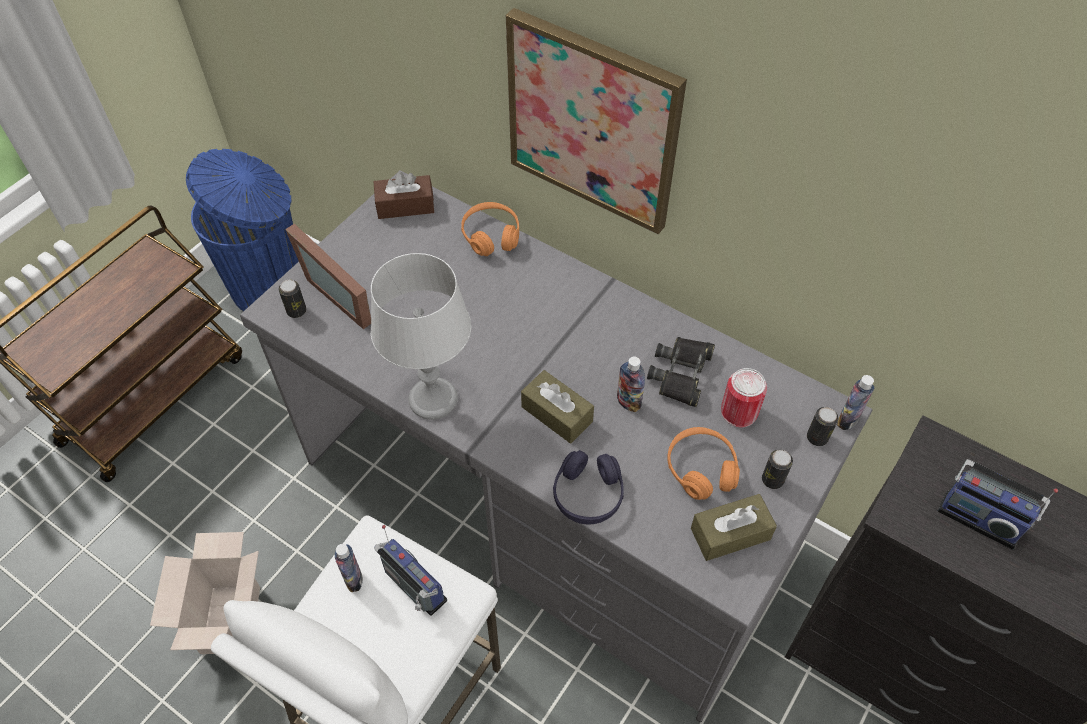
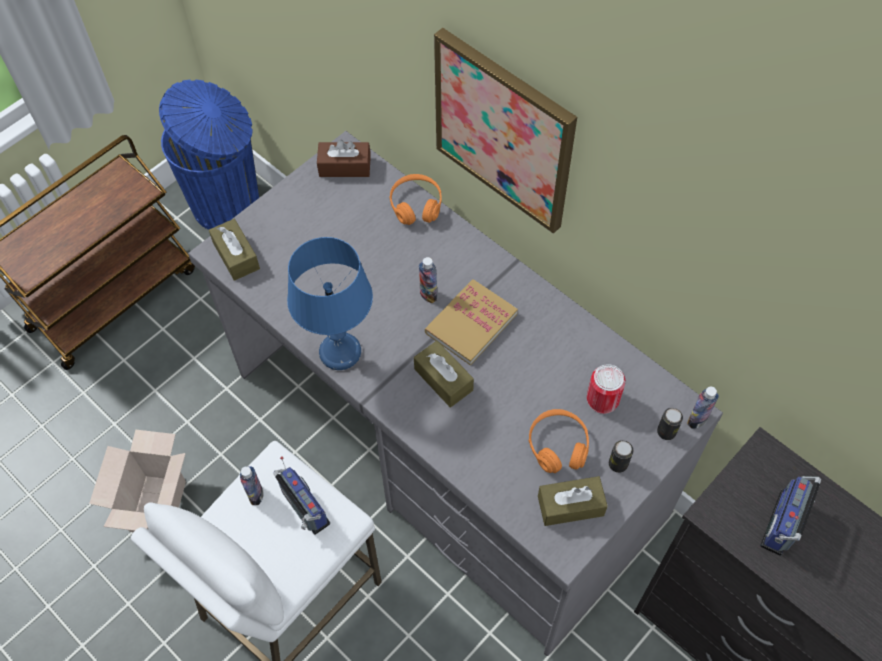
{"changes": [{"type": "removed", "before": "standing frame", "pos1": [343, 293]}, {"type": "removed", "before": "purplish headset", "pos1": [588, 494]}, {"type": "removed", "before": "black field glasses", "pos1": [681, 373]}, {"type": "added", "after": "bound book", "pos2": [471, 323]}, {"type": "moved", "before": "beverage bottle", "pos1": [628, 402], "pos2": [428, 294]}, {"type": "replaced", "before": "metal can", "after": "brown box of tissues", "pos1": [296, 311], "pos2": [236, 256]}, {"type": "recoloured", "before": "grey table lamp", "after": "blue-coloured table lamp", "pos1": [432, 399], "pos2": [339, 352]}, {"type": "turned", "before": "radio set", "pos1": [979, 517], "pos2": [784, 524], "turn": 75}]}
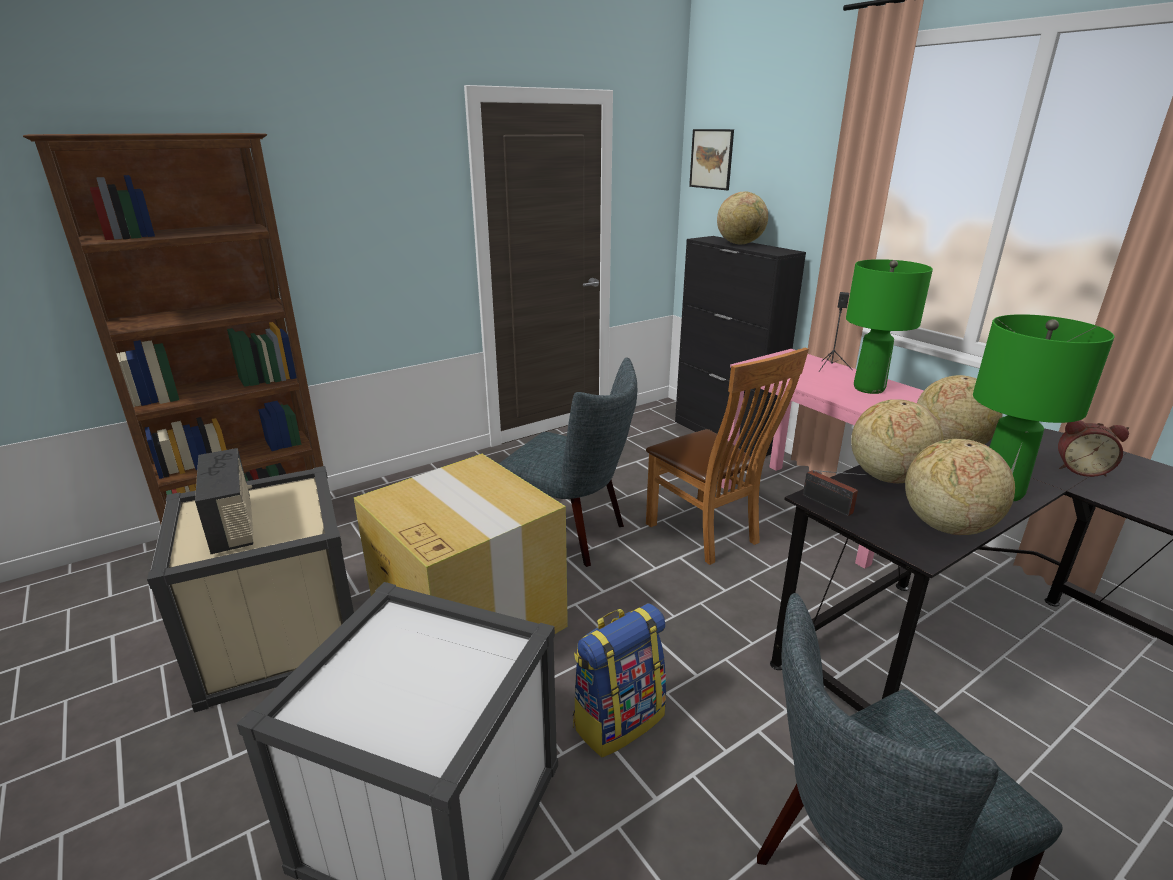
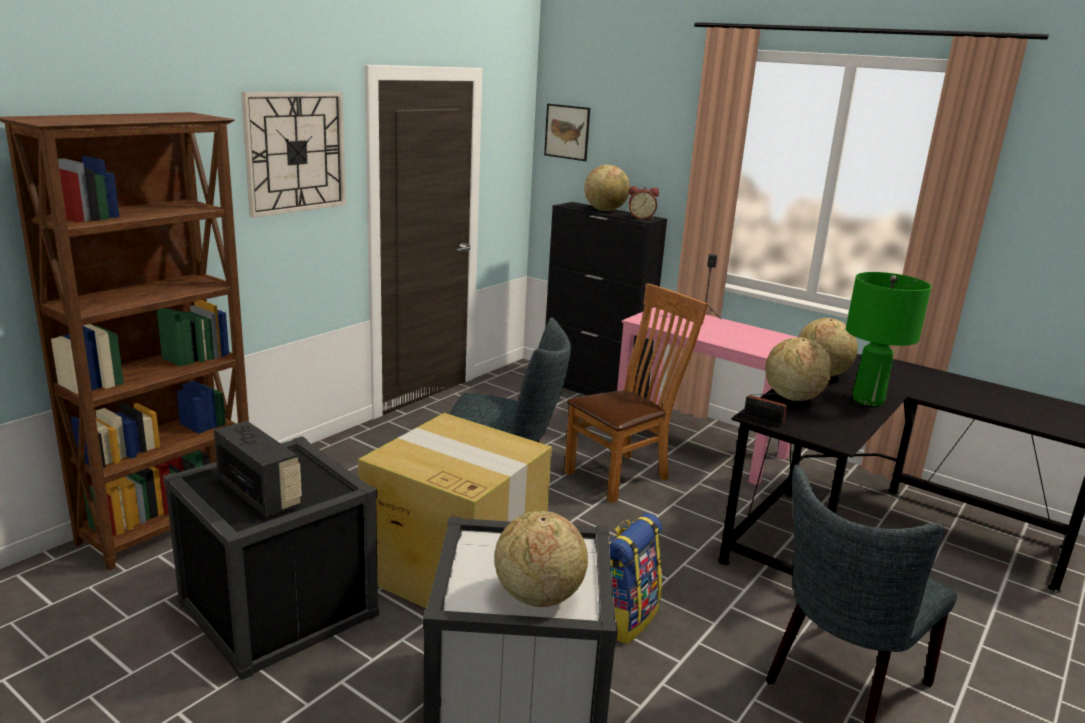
{"changes": [{"type": "removed", "before": "green table lamp", "pos1": [868, 388]}, {"type": "added", "after": "clock on the wall", "pos2": [295, 152]}, {"type": "moved", "before": "globe", "pos1": [946, 526], "pos2": [538, 596]}, {"type": "moved", "before": "bedside clock", "pos1": [1080, 470], "pos2": [641, 217]}, {"type": "recoloured", "before": "beige-coloured storage bin", "after": "black storage bin", "pos1": [279, 636], "pos2": [277, 608]}, {"type": "turned", "before": "brown chair", "pos1": [707, 535], "pos2": [623, 475], "turn": -75}]}
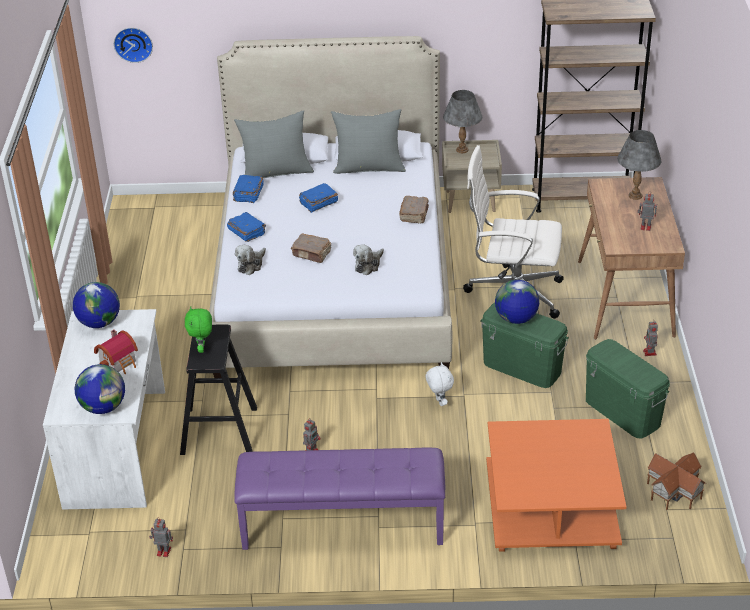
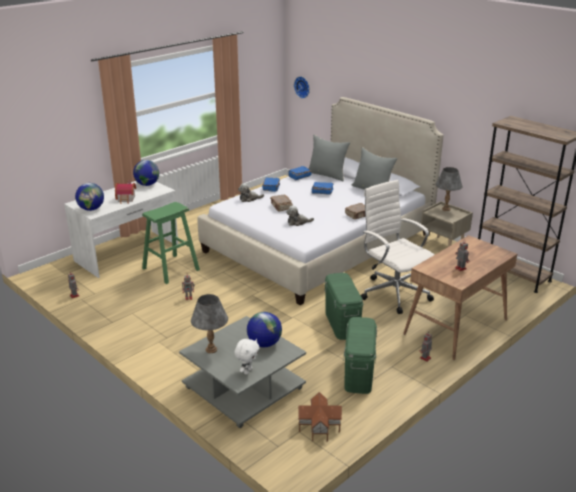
{"changes": [{"type": "removed", "before": "green soft toy", "pos1": [202, 348]}, {"type": "removed", "before": "purplish long seat", "pos1": [342, 526]}, {"type": "moved", "before": "white soft toy", "pos1": [439, 402], "pos2": [247, 371]}, {"type": "moved", "before": "globe", "pos1": [516, 319], "pos2": [264, 344]}, {"type": "moved", "before": "grey table lamp", "pos1": [635, 196], "pos2": [211, 349]}, {"type": "recoloured", "before": "black stool", "after": "green stool", "pos1": [219, 431], "pos2": [170, 269]}, {"type": "recoloured", "before": "orange-coloured coffee table", "after": "grey coffee table", "pos1": [549, 509], "pos2": [242, 388]}]}
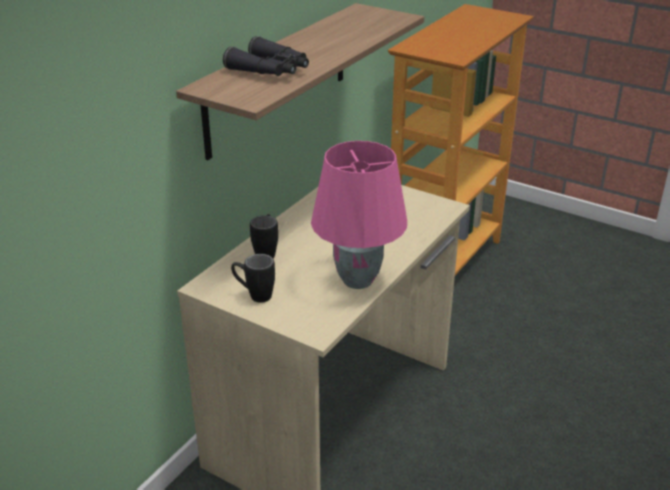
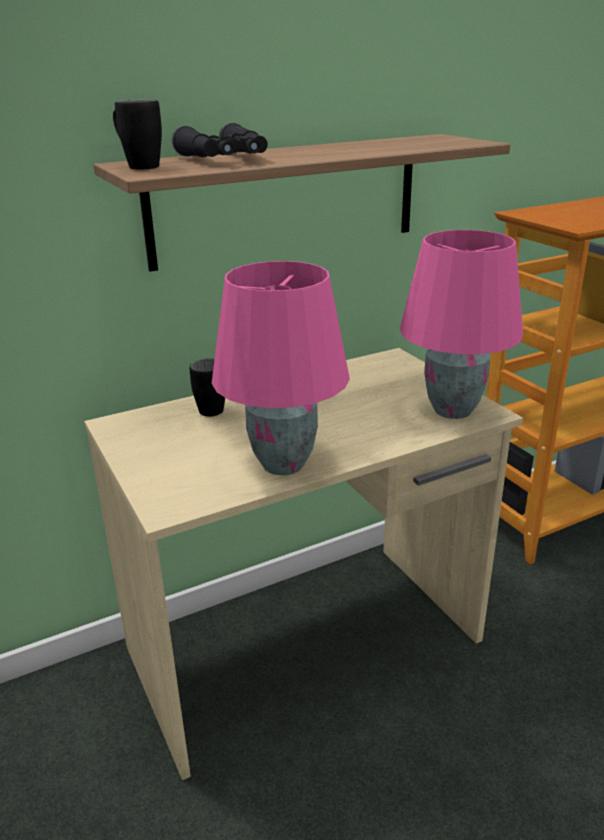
{"changes": [{"type": "added", "after": "pinkish table lamp", "pos2": [453, 411]}, {"type": "moved", "before": "black tea mug", "pos1": [254, 295], "pos2": [138, 166]}]}
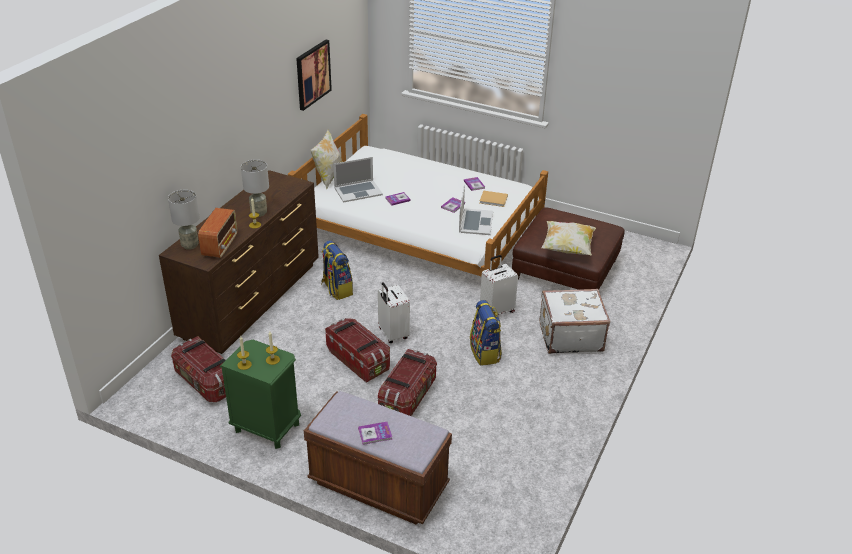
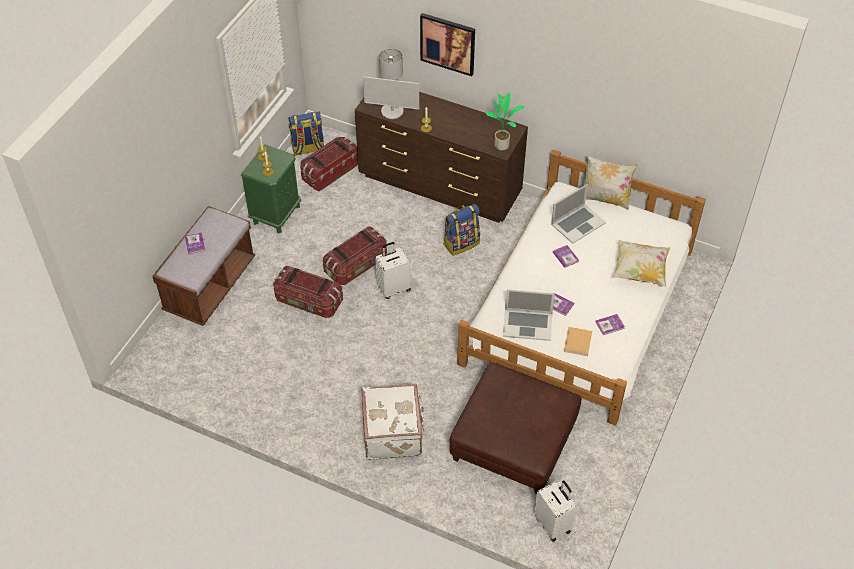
{"changes": [{"type": "removed", "before": "grey table lamp", "pos1": [259, 213]}, {"type": "added", "after": "potted plant", "pos2": [502, 145]}, {"type": "moved", "before": "wall picture", "pos1": [312, 74], "pos2": [448, 43]}, {"type": "moved", "before": "backpack", "pos1": [485, 353], "pos2": [308, 149]}, {"type": "moved", "before": "white piece of luggage", "pos1": [496, 310], "pos2": [553, 524]}, {"type": "moved", "before": "pillow", "pos1": [567, 248], "pos2": [639, 271]}, {"type": "replaced", "before": "radio set", "after": "computer screen", "pos1": [220, 245], "pos2": [392, 111]}, {"type": "turned", "before": "portable computer", "pos1": [358, 191], "pos2": [578, 223], "turn": -105}]}
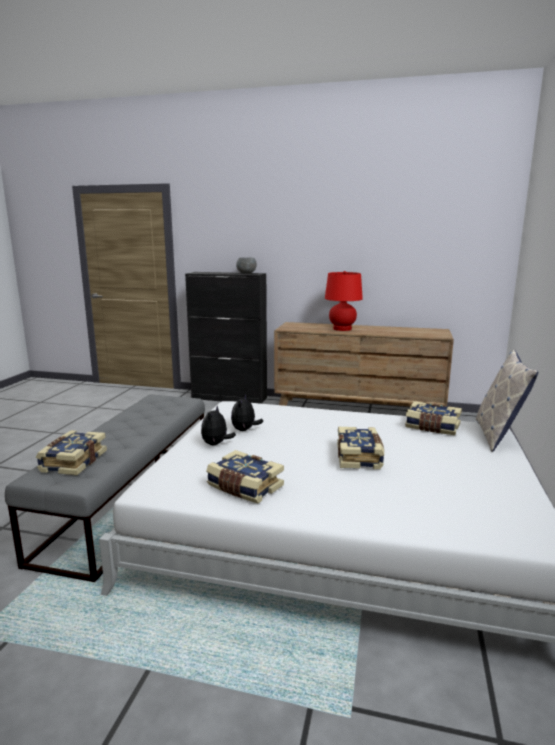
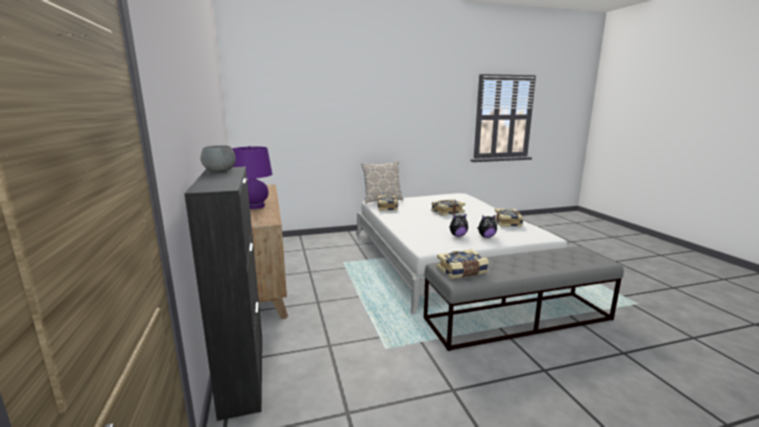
{"changes": [{"type": "moved", "before": "bound book", "pos1": [72, 462], "pos2": [462, 271]}, {"type": "recoloured", "before": "reddish table lamp", "after": "purplish table lamp", "pos1": [342, 329], "pos2": [254, 206]}]}
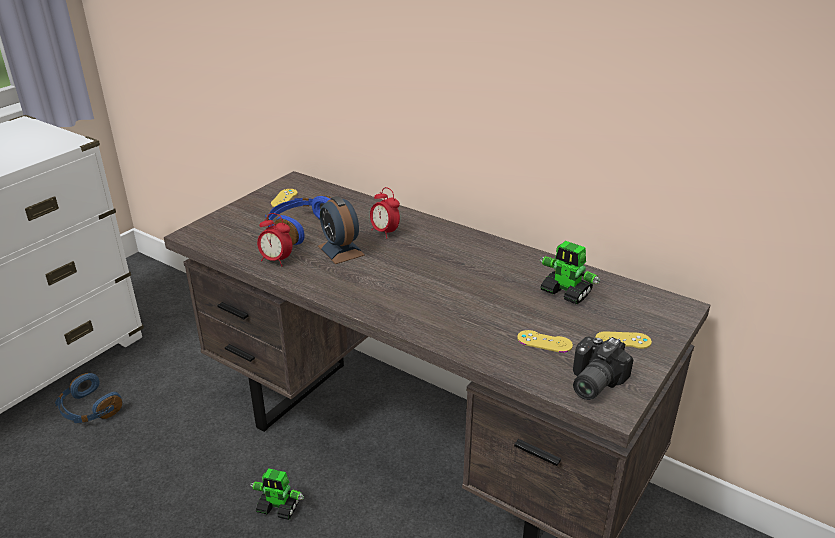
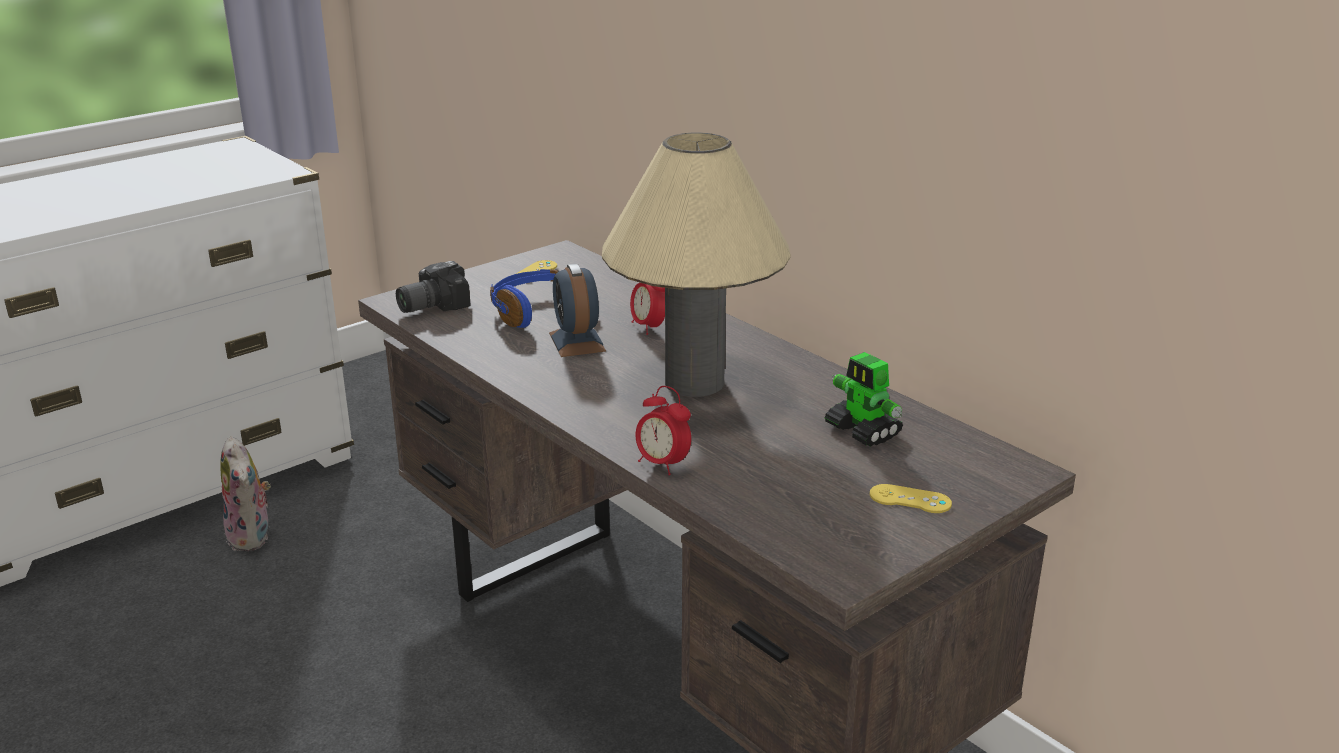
{"changes": [{"type": "removed", "before": "toy robot", "pos1": [279, 507]}, {"type": "removed", "before": "yellowish gamepad", "pos1": [544, 341]}, {"type": "added", "after": "beige-coloured table lamp", "pos2": [694, 382]}, {"type": "moved", "before": "bedside clock", "pos1": [276, 260], "pos2": [662, 464]}, {"type": "moved", "before": "still camera", "pos1": [591, 382], "pos2": [429, 305]}, {"type": "replaced", "before": "blue-coloured headset", "after": "soft toy", "pos1": [89, 409], "pos2": [253, 537]}]}
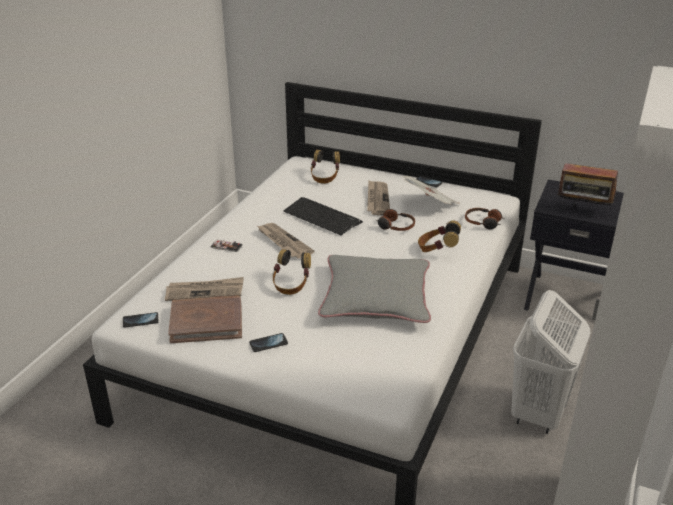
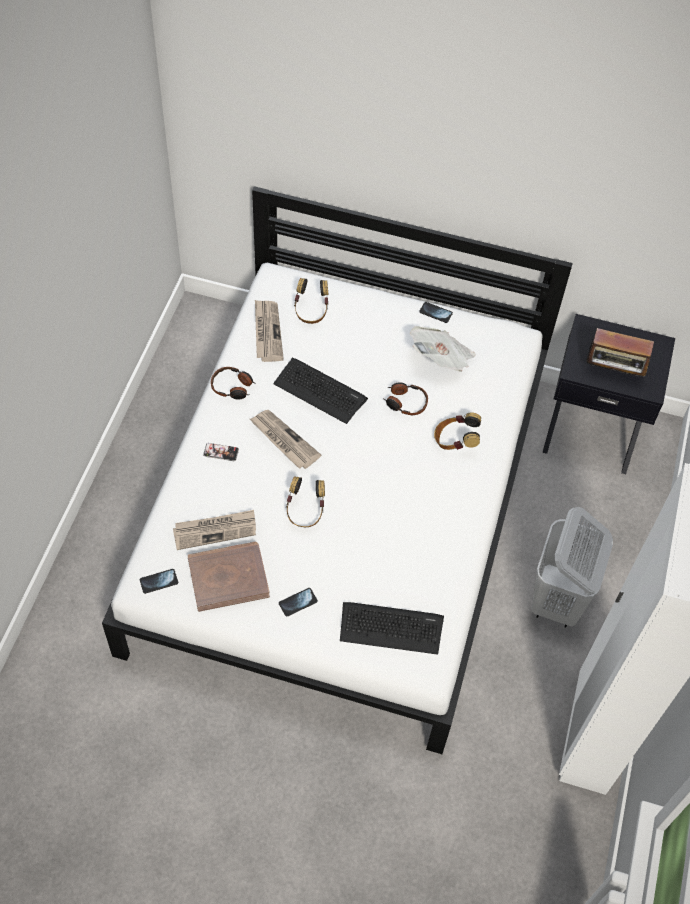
{"changes": [{"type": "removed", "before": "grey pillow", "pos1": [375, 297]}, {"type": "added", "after": "keyboard", "pos2": [391, 628]}, {"type": "moved", "before": "newspaper", "pos1": [377, 199], "pos2": [267, 332]}, {"type": "moved", "before": "headset", "pos1": [483, 222], "pos2": [233, 387]}]}
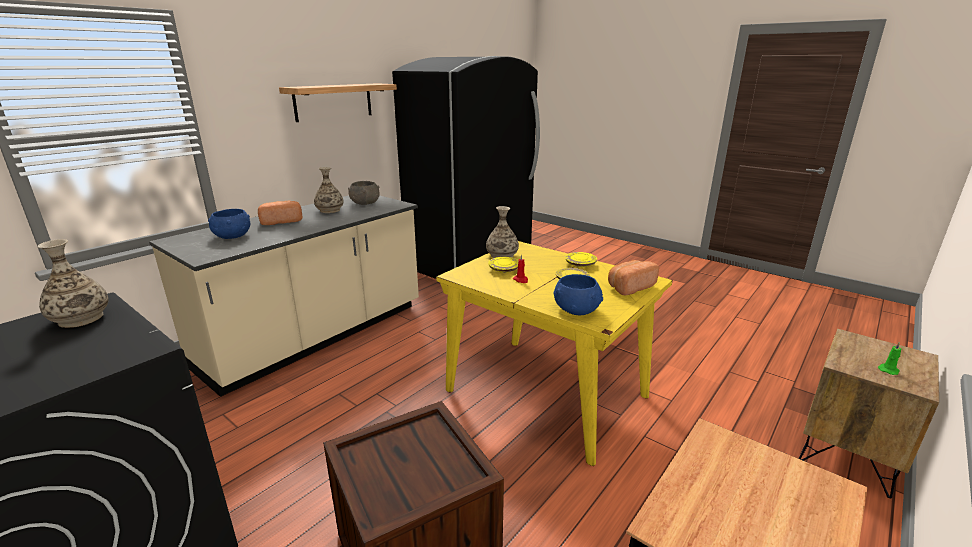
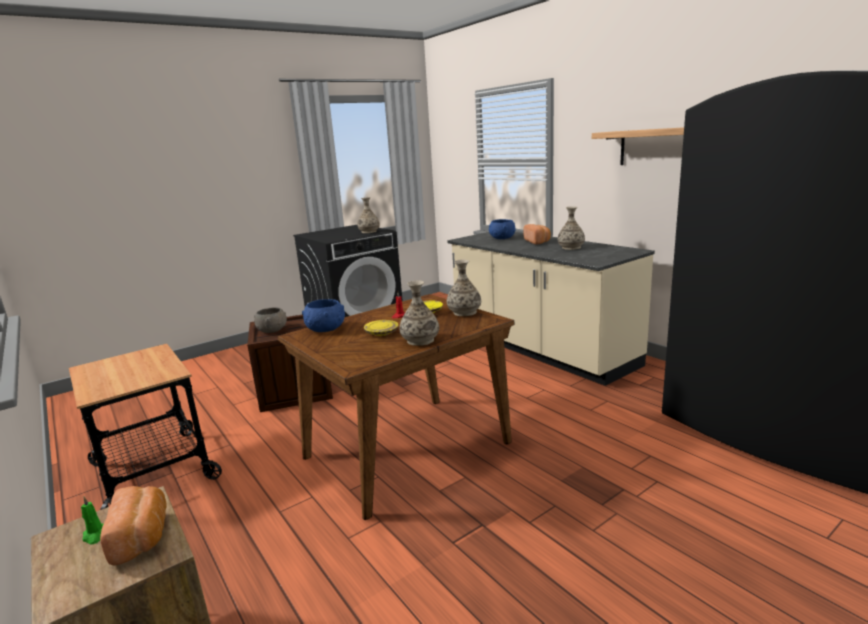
{"changes": [{"type": "moved", "before": "grey serving bowl", "pos1": [365, 203], "pos2": [272, 330]}, {"type": "moved", "before": "bakery bread", "pos1": [629, 287], "pos2": [142, 536]}, {"type": "replaced", "before": "yellowish plate", "after": "decorative vase", "pos1": [580, 264], "pos2": [420, 340]}, {"type": "recoloured", "before": "yellowish dining table", "after": "brown dining table", "pos1": [547, 393], "pos2": [406, 450]}]}
